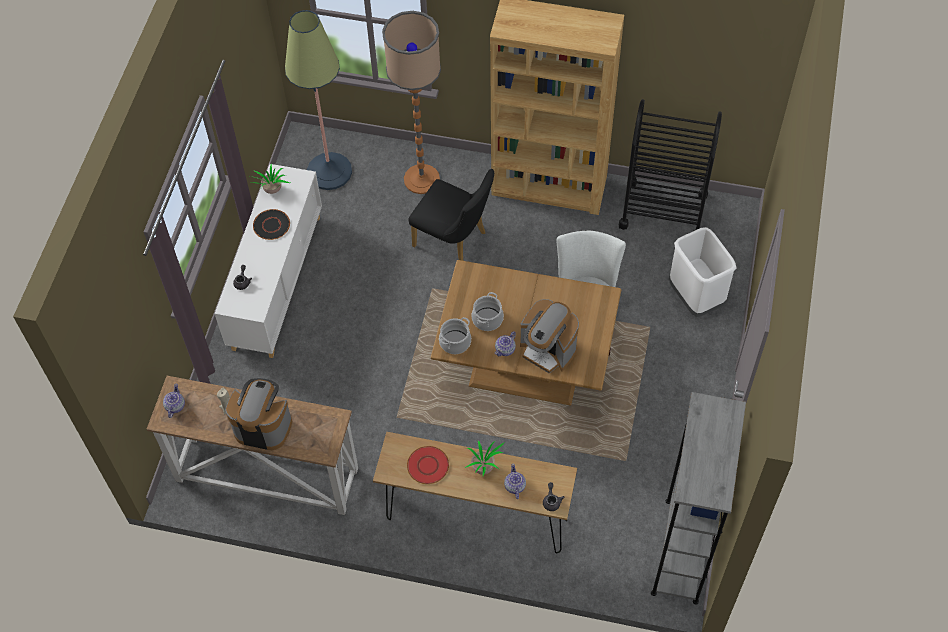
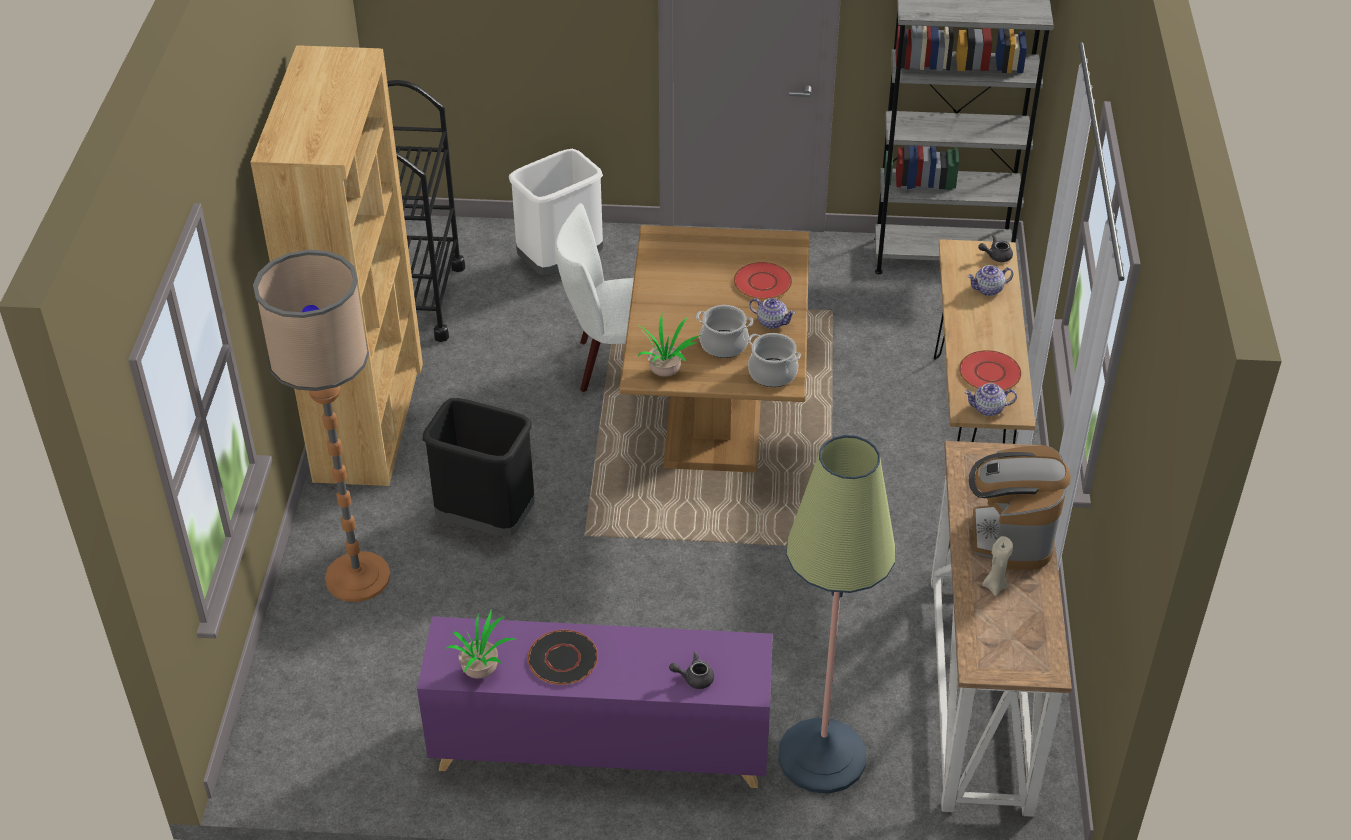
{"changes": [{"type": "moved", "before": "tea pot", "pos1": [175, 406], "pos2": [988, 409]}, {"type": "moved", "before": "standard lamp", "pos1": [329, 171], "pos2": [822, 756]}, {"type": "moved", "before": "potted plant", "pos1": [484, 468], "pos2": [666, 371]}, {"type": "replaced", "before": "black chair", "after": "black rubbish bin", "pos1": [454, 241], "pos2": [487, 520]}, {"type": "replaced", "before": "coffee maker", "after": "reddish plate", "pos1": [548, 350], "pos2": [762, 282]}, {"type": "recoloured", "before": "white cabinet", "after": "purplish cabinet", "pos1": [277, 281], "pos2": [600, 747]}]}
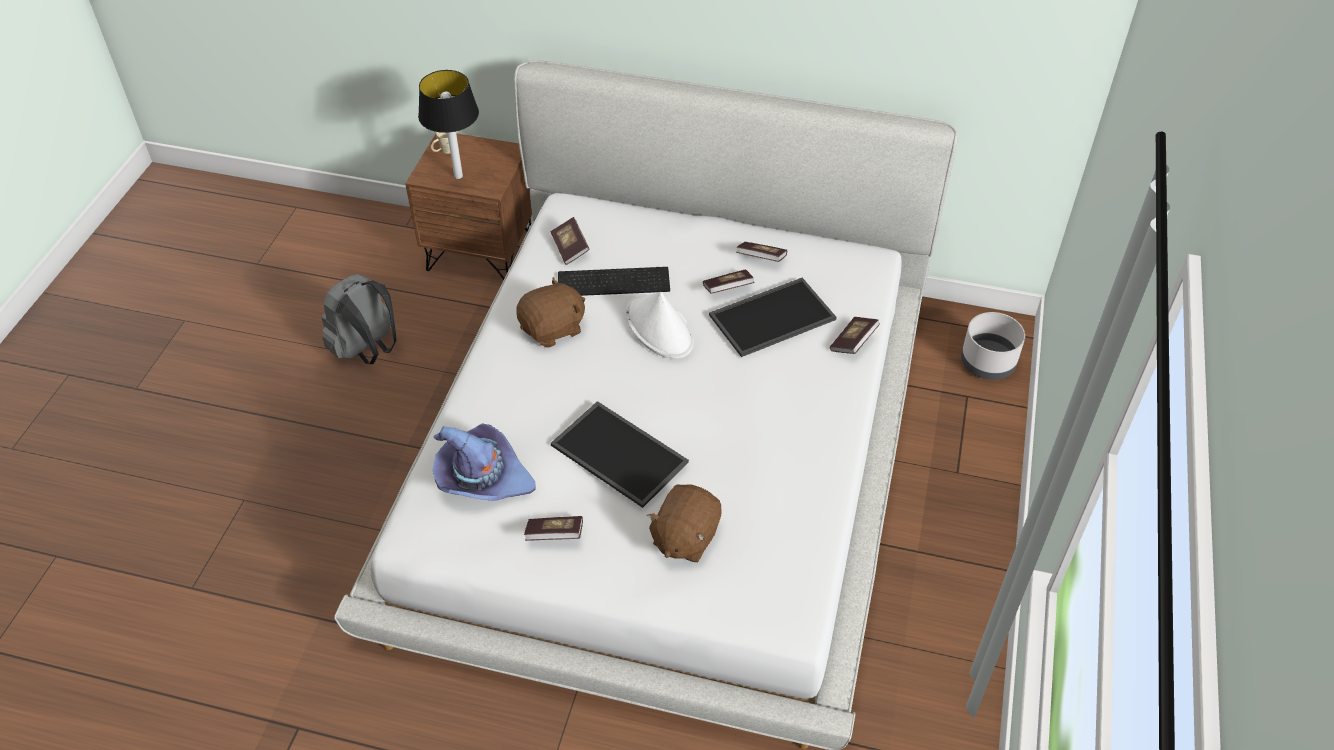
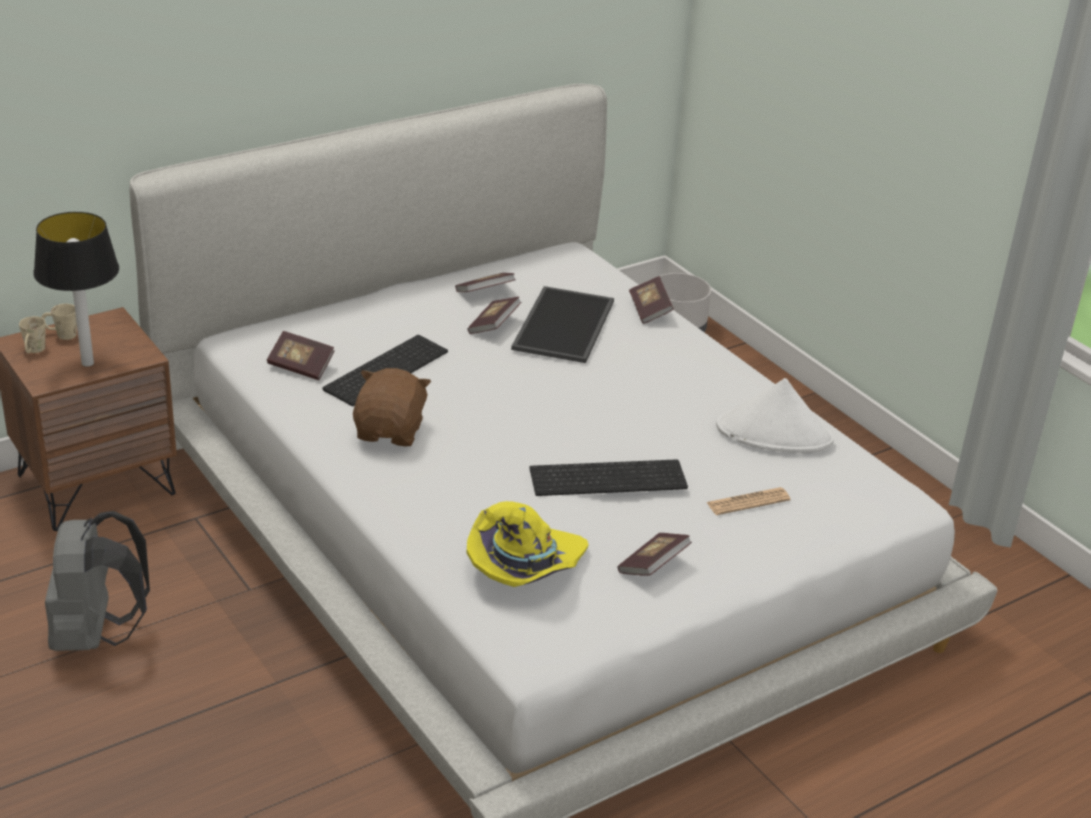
{"changes": [{"type": "added", "after": "beige-coloured tea mug", "pos2": [60, 335]}, {"type": "moved", "before": "white hat", "pos1": [659, 328], "pos2": [774, 434]}, {"type": "replaced", "before": "carrying tray", "after": "keyboard", "pos1": [621, 453], "pos2": [609, 477]}, {"type": "replaced", "before": "brown soft toy", "after": "newspaper", "pos1": [684, 537], "pos2": [748, 502]}, {"type": "recoloured", "before": "purplish hat", "after": "yellowish hat", "pos1": [482, 477], "pos2": [524, 565]}]}
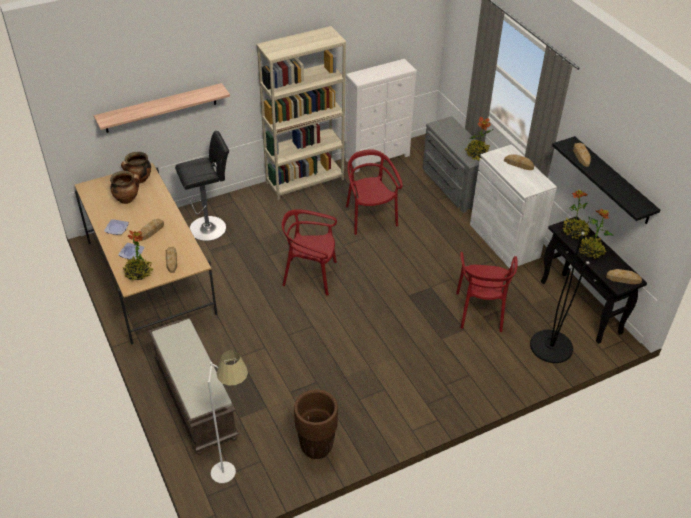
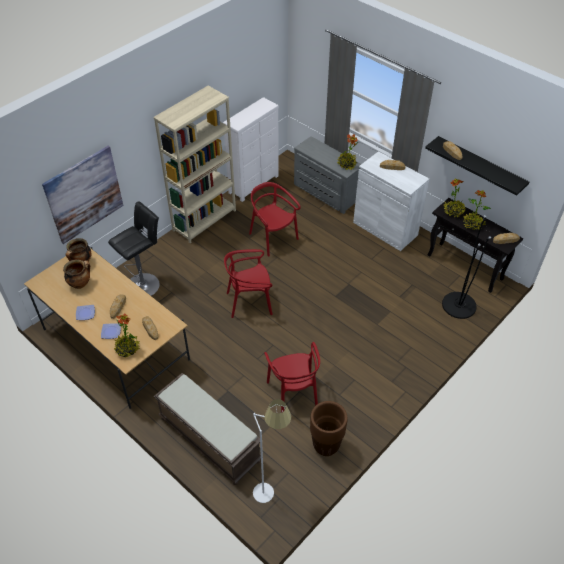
{"changes": [{"type": "moved", "before": "reddish chair", "pos1": [481, 311], "pos2": [293, 394]}, {"type": "replaced", "before": "wall shelf", "after": "wall picture", "pos1": [160, 108], "pos2": [84, 194]}]}
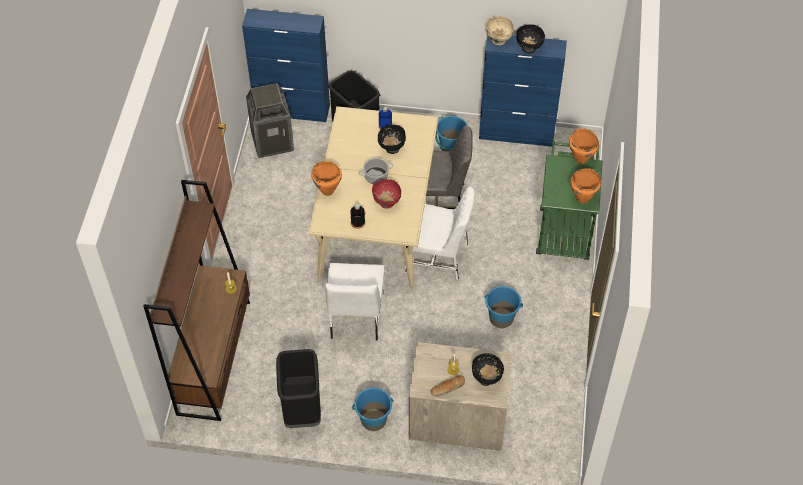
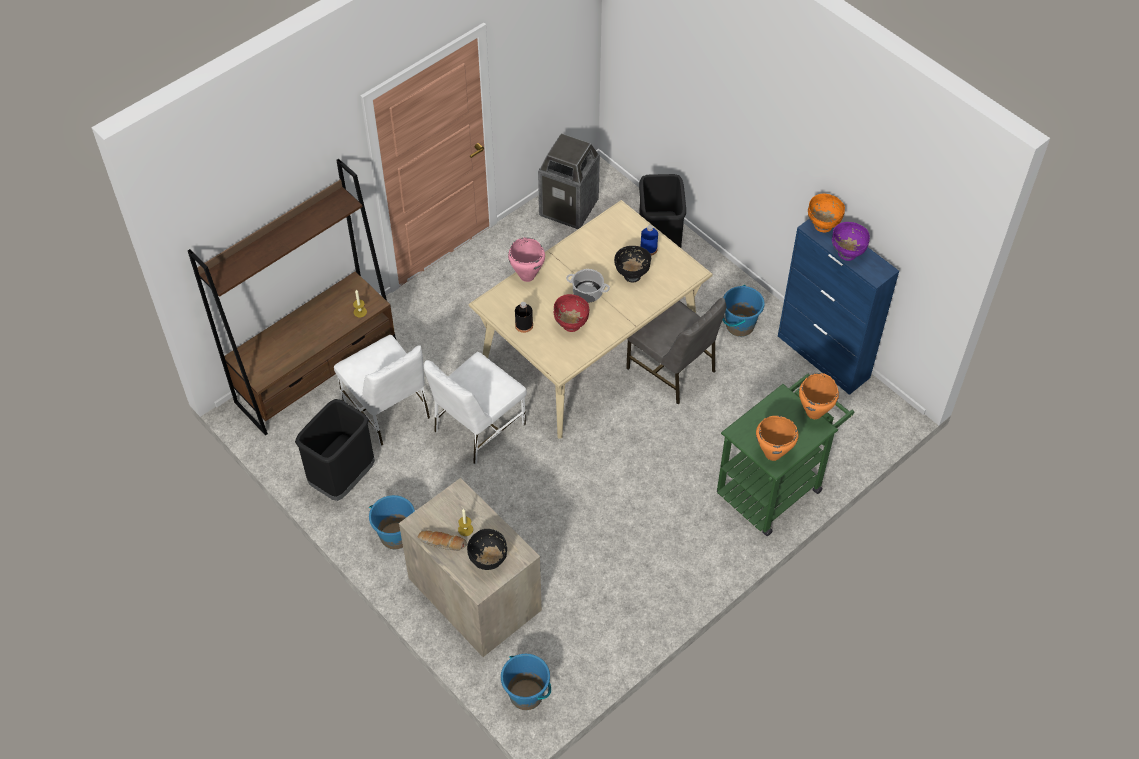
{"changes": [{"type": "removed", "before": "blue-coloured cabinet", "pos1": [292, 110]}, {"type": "moved", "before": "white chair", "pos1": [438, 257], "pos2": [388, 410]}, {"type": "moved", "before": "blue-coloured pail", "pos1": [501, 318], "pos2": [526, 694]}, {"type": "recoloured", "before": "orange-coloured cooking pot", "after": "pinkish cooking pot", "pos1": [327, 191], "pos2": [527, 276]}, {"type": "recoloured", "before": "beige-coloured serving bowl", "after": "orange-coloured serving bowl", "pos1": [498, 40], "pos2": [822, 225]}, {"type": "recoloured", "before": "black serving bowl", "after": "purplish serving bowl", "pos1": [529, 49], "pos2": [847, 254]}]}
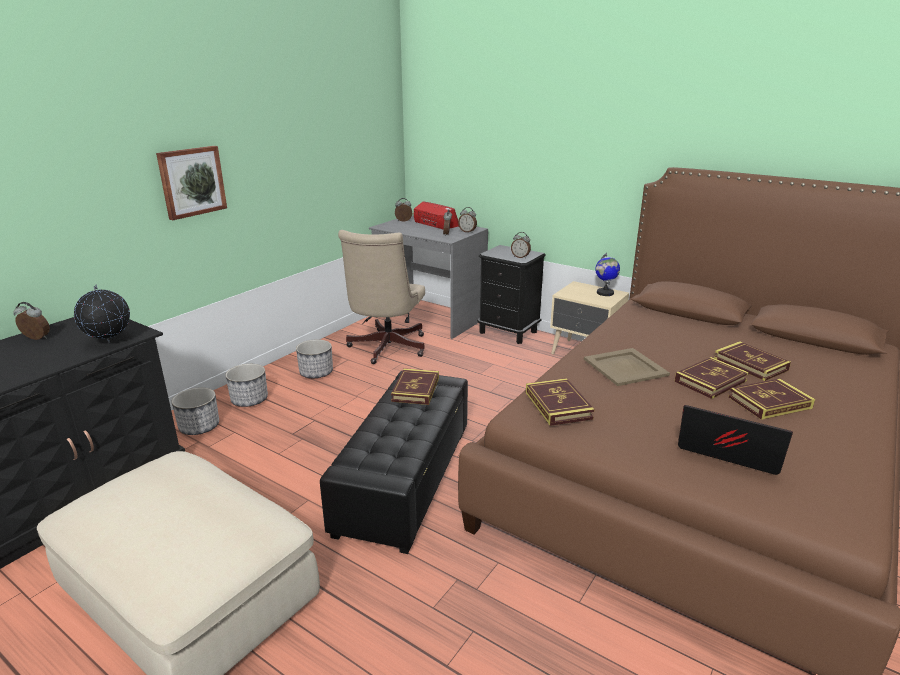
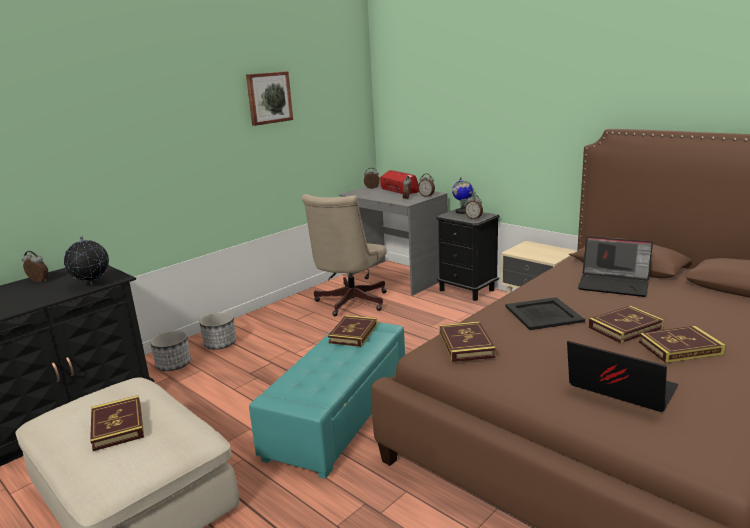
{"changes": [{"type": "removed", "before": "flower pot", "pos1": [316, 373]}, {"type": "added", "after": "portable computer", "pos2": [614, 284]}, {"type": "moved", "before": "wall picture", "pos1": [191, 181], "pos2": [269, 98]}, {"type": "moved", "before": "globe", "pos1": [605, 293], "pos2": [462, 212]}, {"type": "moved", "before": "bound book", "pos1": [750, 364], "pos2": [118, 426]}, {"type": "recoloured", "before": "black footrest", "after": "blue-green footrest", "pos1": [406, 478], "pos2": [340, 414]}, {"type": "recoloured", "before": "beige-coloured carrying tray", "after": "black carrying tray", "pos1": [626, 367], "pos2": [544, 314]}]}
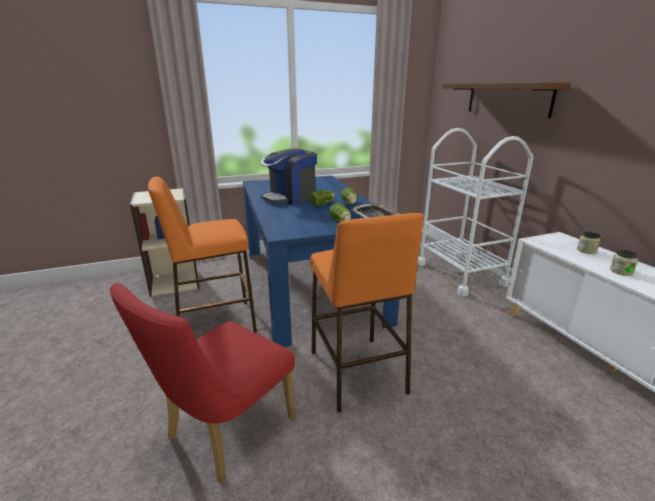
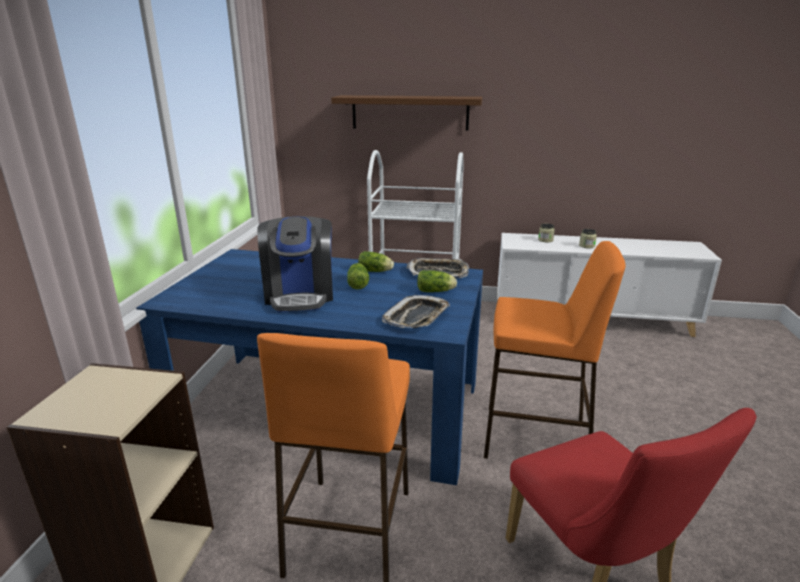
{"changes": [{"type": "added", "after": "carrying tray", "pos2": [417, 317]}]}
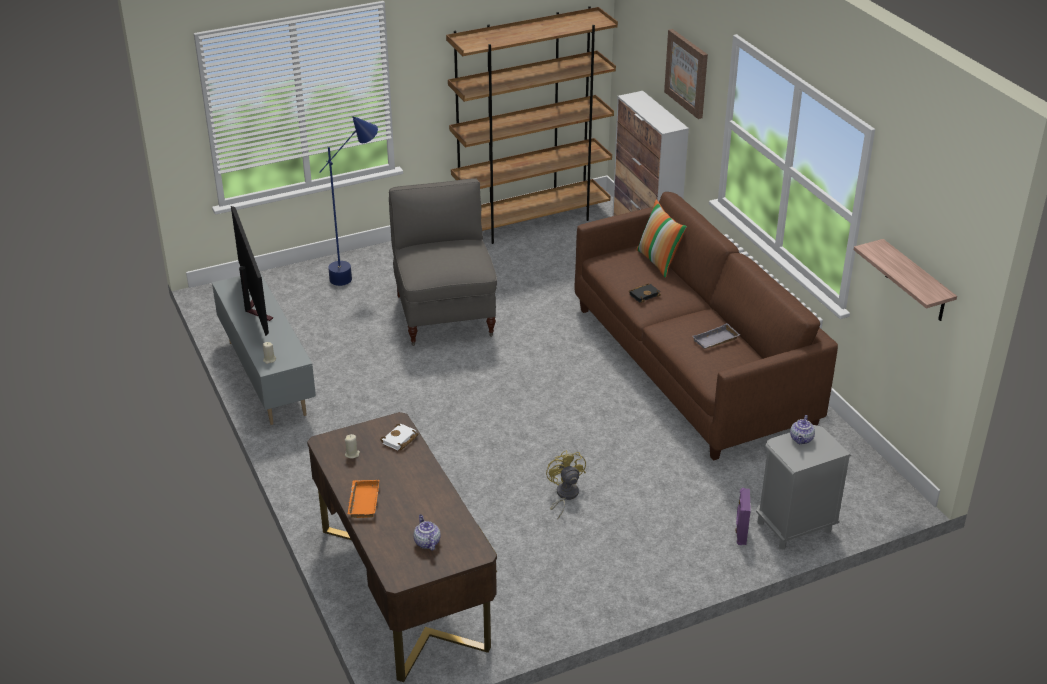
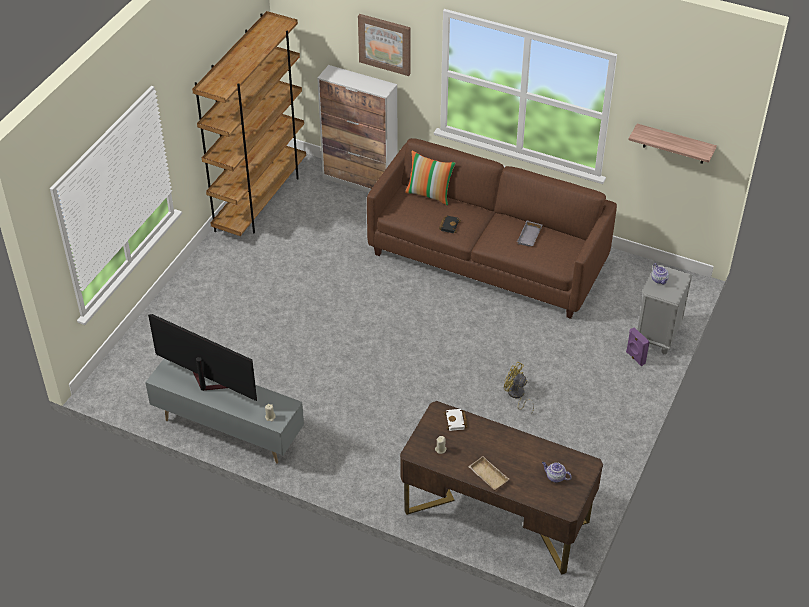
{"changes": [{"type": "removed", "before": "blue-coloured standard lamp", "pos1": [357, 274]}, {"type": "removed", "before": "grey armchair", "pos1": [444, 315]}, {"type": "recoloured", "before": "orange-coloured carrying tray", "after": "beige-coloured carrying tray", "pos1": [362, 501], "pos2": [487, 476]}]}
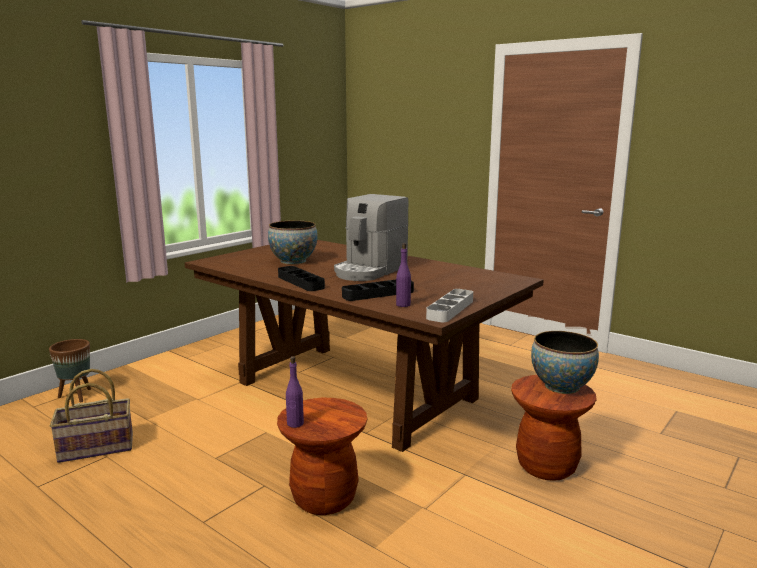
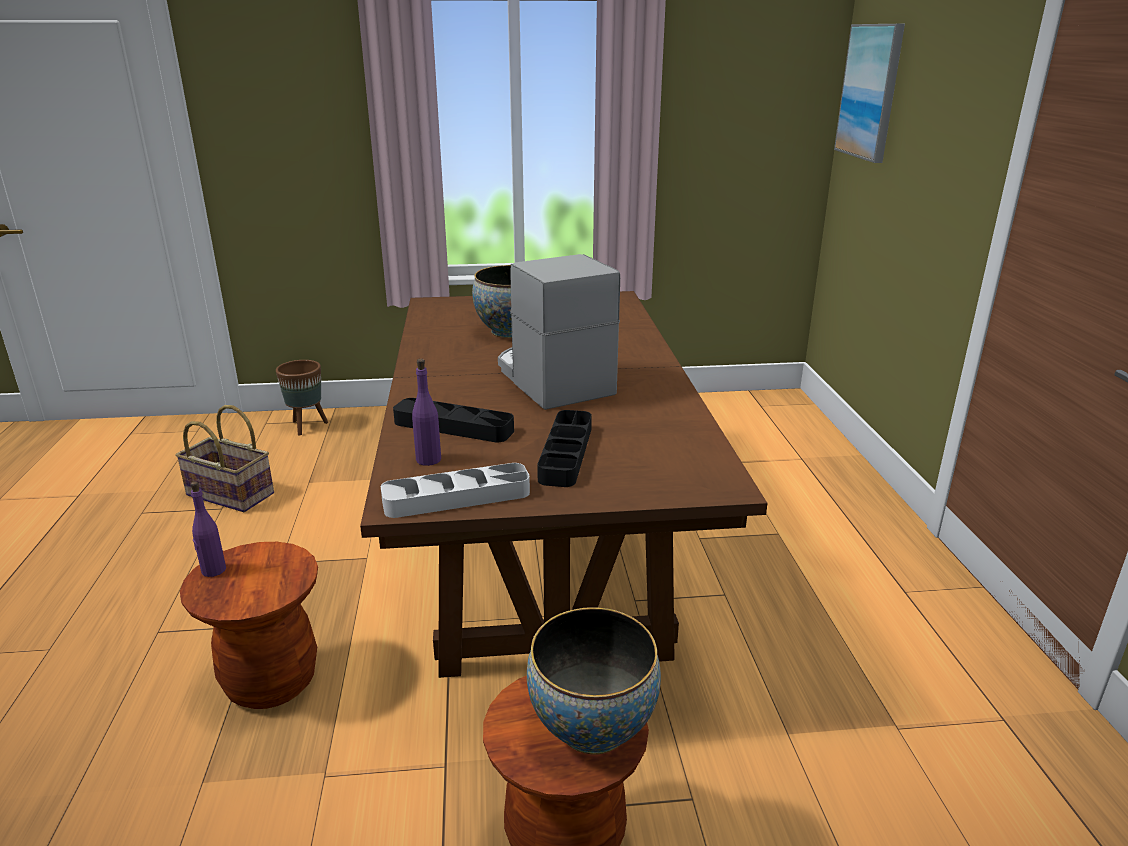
{"changes": [{"type": "added", "after": "wall picture", "pos2": [870, 92]}, {"type": "moved", "before": "black carrying tray", "pos1": [300, 282], "pos2": [566, 453]}, {"type": "turned", "before": "coffee maker", "pos1": [369, 271], "pos2": [552, 380], "turn": 75}]}
